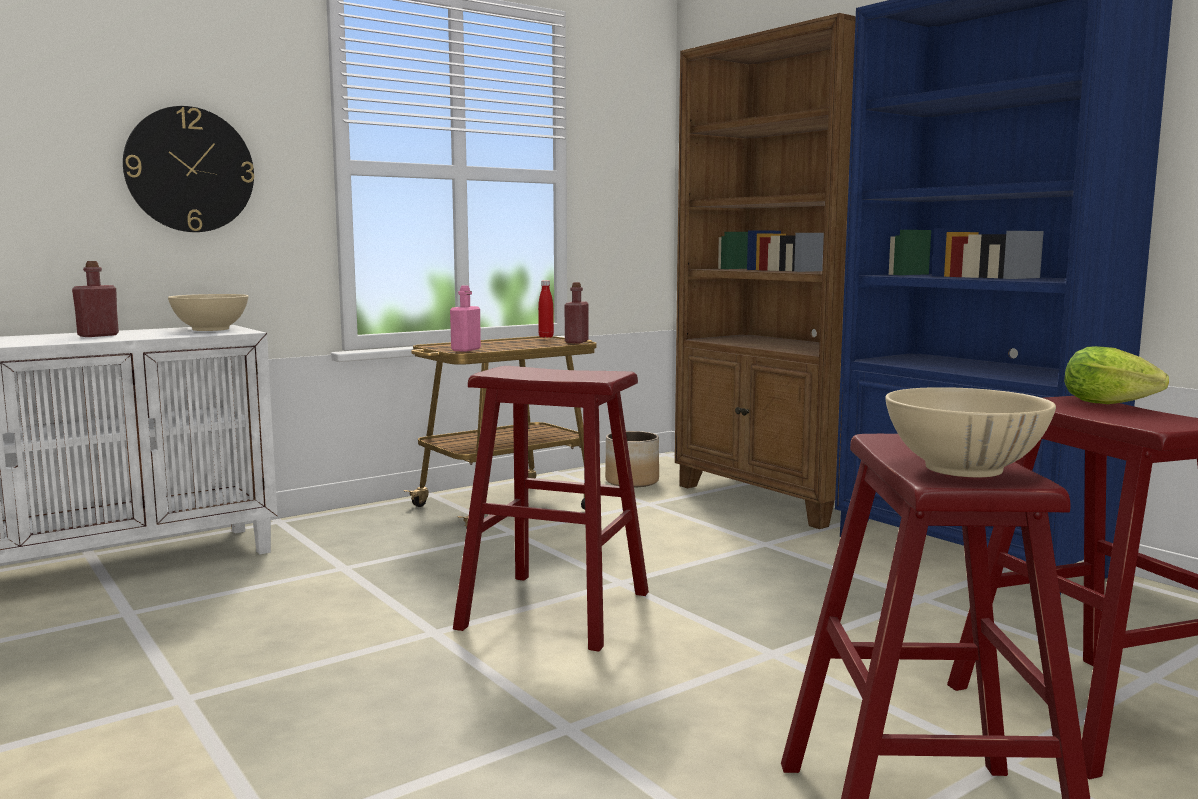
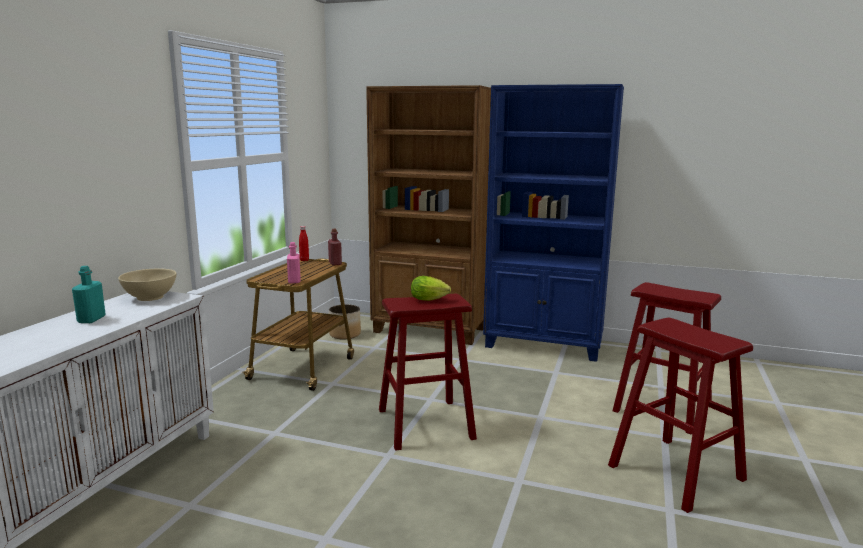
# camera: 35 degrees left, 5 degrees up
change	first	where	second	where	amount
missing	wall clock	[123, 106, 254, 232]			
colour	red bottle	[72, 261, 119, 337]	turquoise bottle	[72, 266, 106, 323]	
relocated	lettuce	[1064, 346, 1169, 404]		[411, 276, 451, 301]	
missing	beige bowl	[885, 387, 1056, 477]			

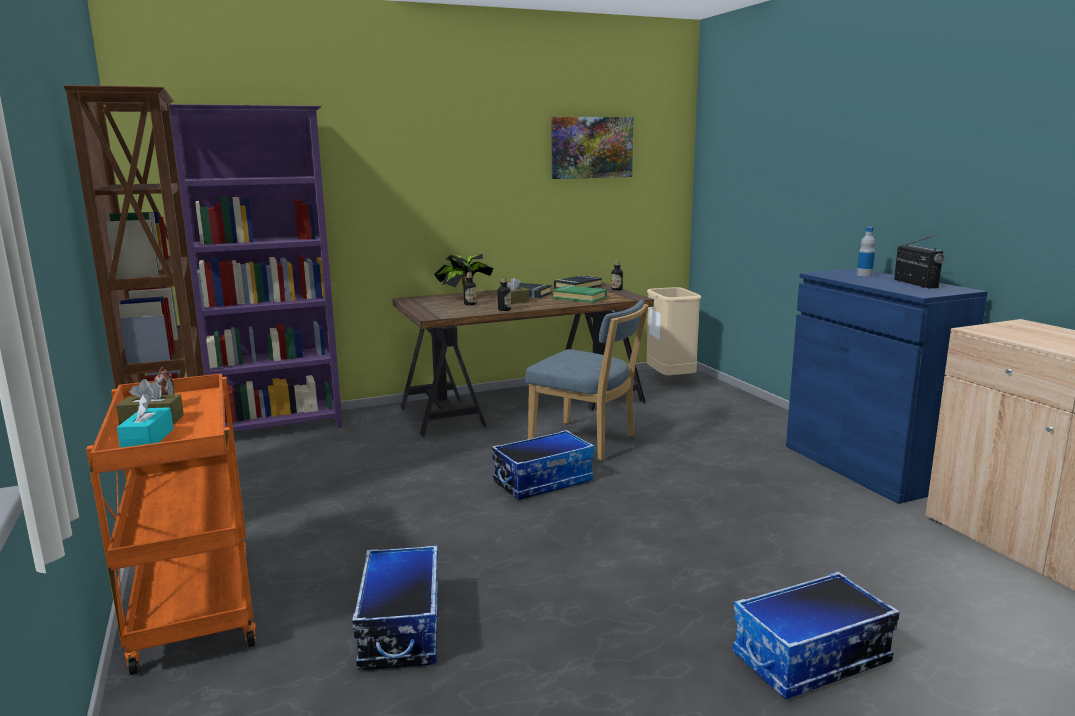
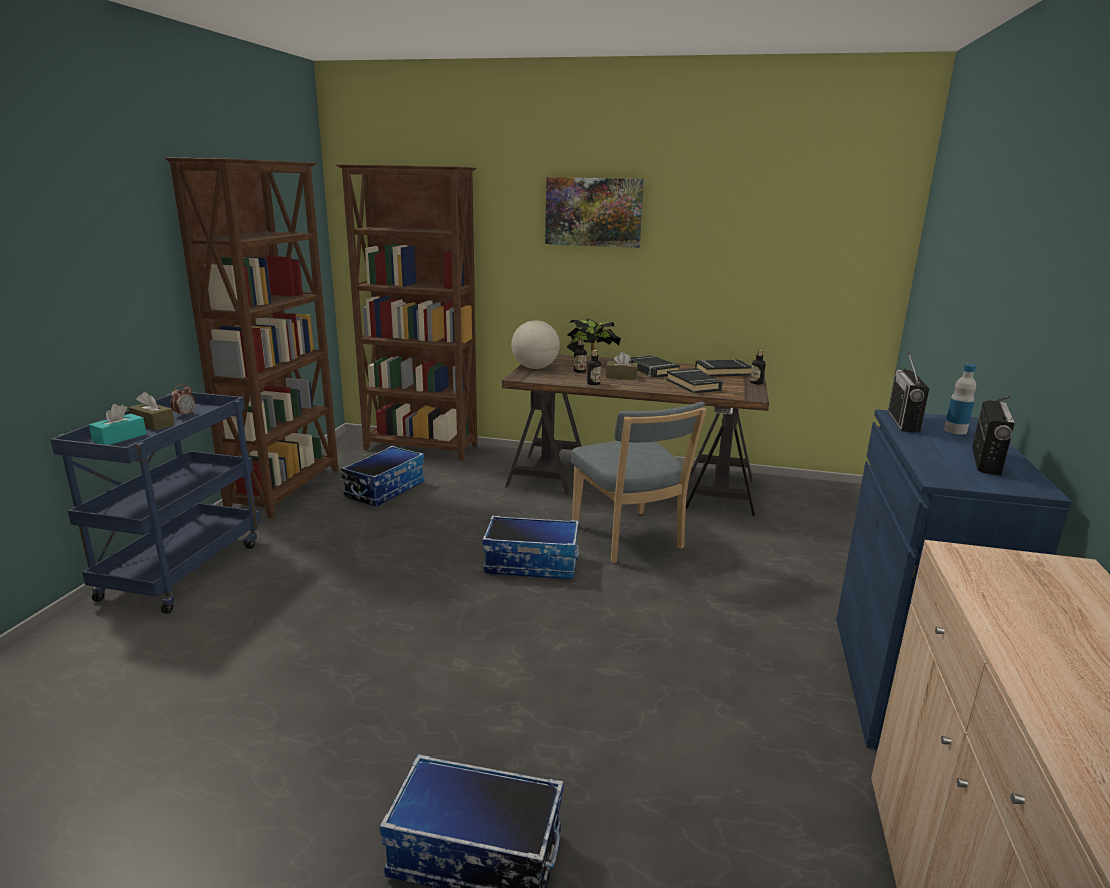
# camera: 35 degrees right, 5 degrees up
change	first	where	second	where	amount
colour	purple bookcase	[169, 104, 343, 432]	brown bookcase	[336, 164, 477, 461]	
relocated	picture	[551, 117, 634, 179]		[545, 177, 644, 248]	
colour	green book	[552, 285, 607, 303]	black book	[666, 369, 723, 393]	
missing	beige trash can	[646, 287, 701, 375]			
colour	orange cart	[86, 374, 256, 675]	blue cart	[50, 391, 261, 614]	
relocated	storage box	[352, 545, 438, 670]		[341, 446, 424, 507]	
appeared			globe	[511, 320, 560, 369]	
appeared			radio	[888, 352, 930, 433]	

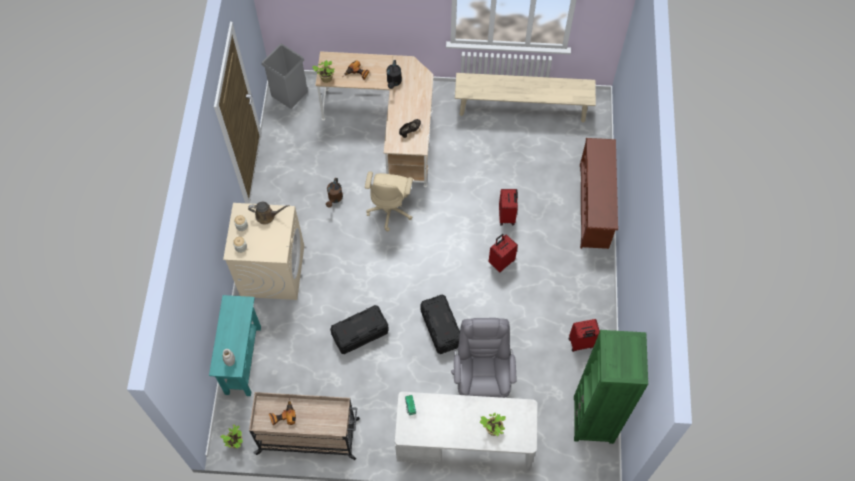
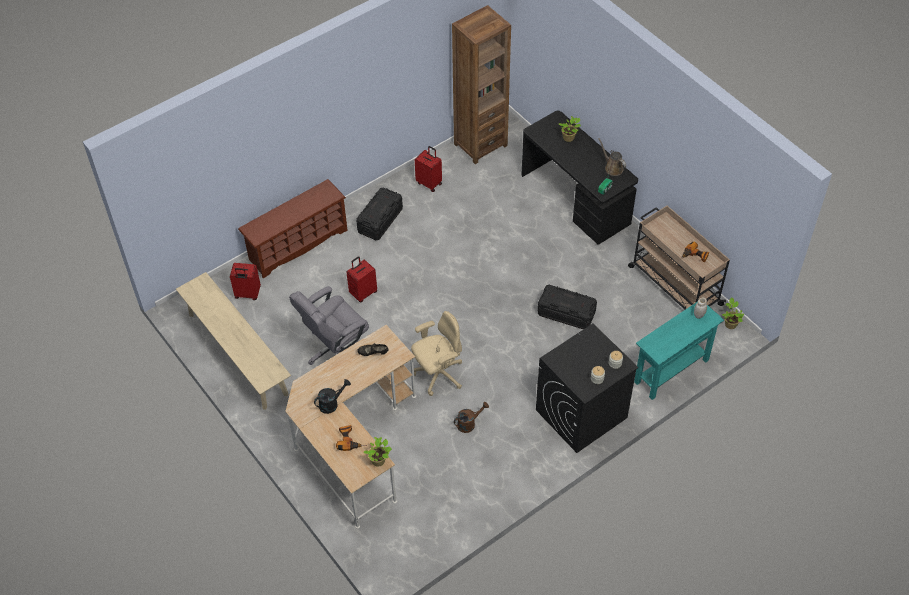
# camera: 130 degrees left, 10 degrees down
change	first	where	second	where	amount
missing	grey trash can	[262, 43, 308, 109]			
relocated	brown watering can	[248, 202, 290, 225]		[598, 138, 626, 176]	
colour	beige washing machine	[223, 203, 304, 300]	black washing machine	[536, 324, 638, 453]	
relocated	red suitcase	[488, 234, 518, 272]		[230, 263, 261, 300]	
relocated	black storage box	[420, 295, 460, 354]		[356, 188, 403, 240]	
relocated	grey office chair	[451, 318, 517, 398]		[289, 286, 369, 365]	
colour	green bookcase	[574, 330, 648, 444]	brown bookcase	[452, 5, 511, 164]	
colour	white desk	[395, 392, 538, 473]	black desk	[521, 111, 638, 244]	

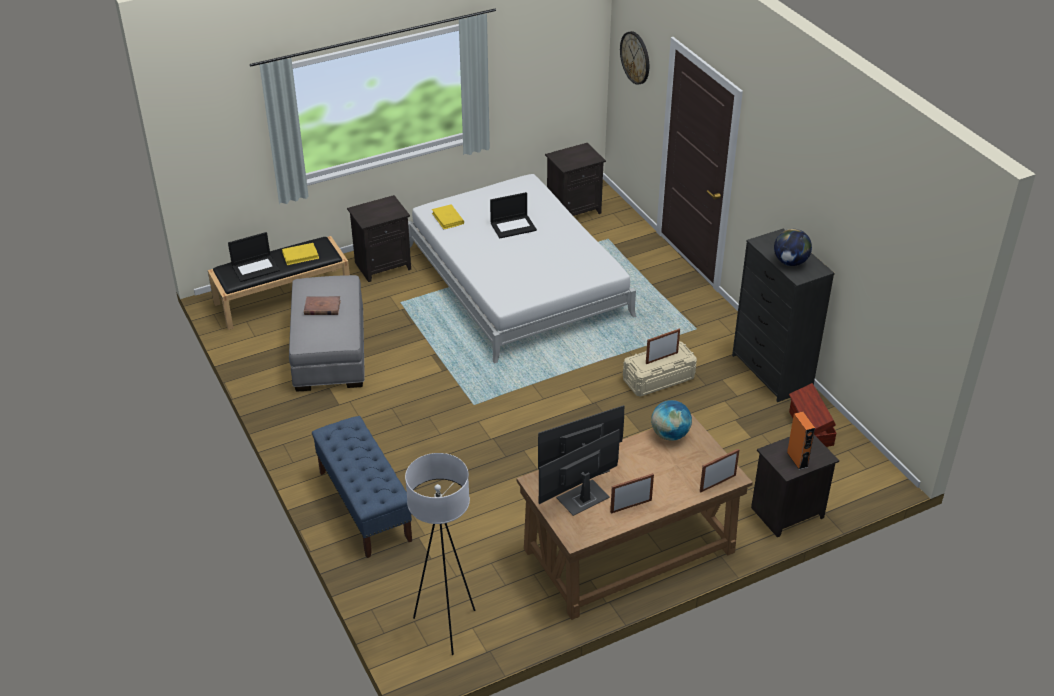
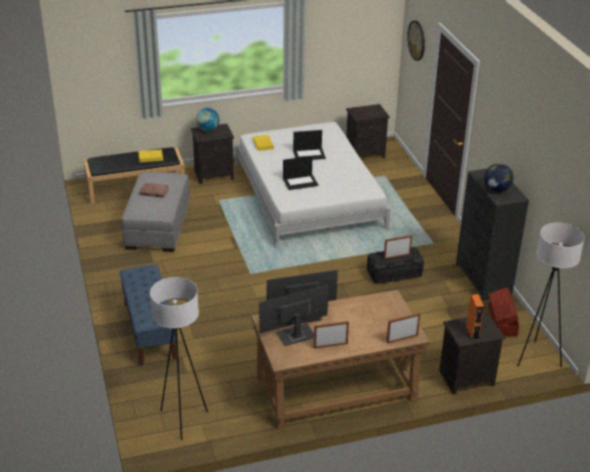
# camera: 10 degrees right, 5 degrees down
change	first	where	second	where	amount
relocated	laptop	[228, 232, 280, 282]		[283, 156, 318, 190]	
colour	beige storage box	[623, 341, 697, 397]	black storage box	[367, 247, 424, 284]	
relocated	globe	[651, 400, 692, 441]		[196, 108, 219, 132]	
appeared			white floor lamp	[518, 222, 585, 367]	

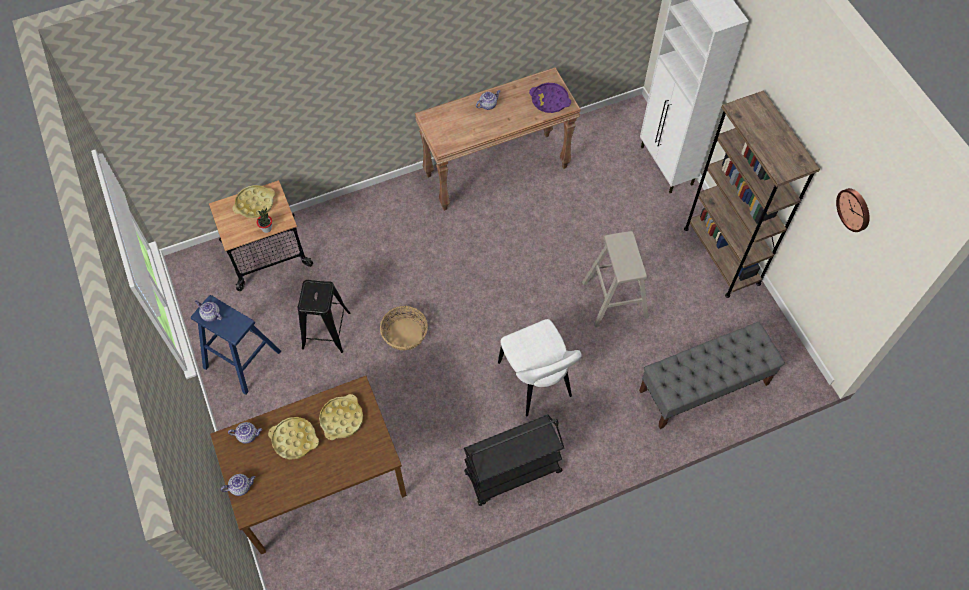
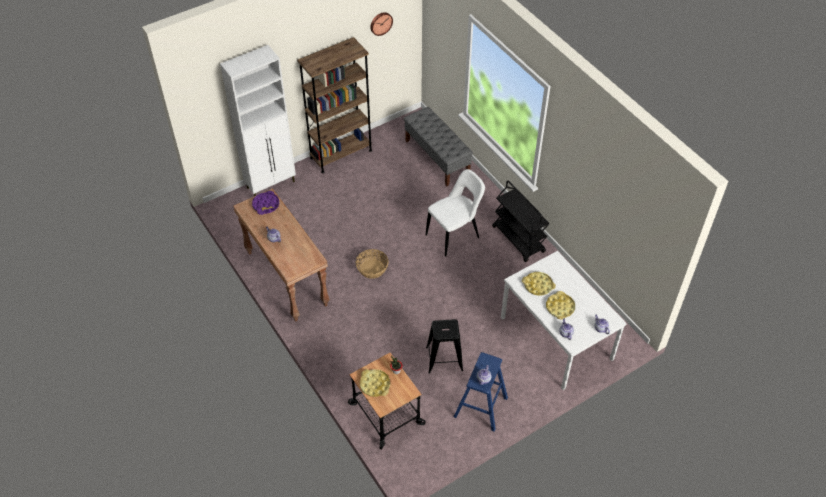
# camera: 100 degrees left, 10 degrees down
change	first	where	second	where	amount
missing	beige stool	[582, 231, 649, 327]			
relocated	basket	[380, 306, 428, 351]		[356, 249, 389, 279]	
colour	brown dining table	[210, 376, 407, 554]	white dining table	[501, 251, 627, 390]	

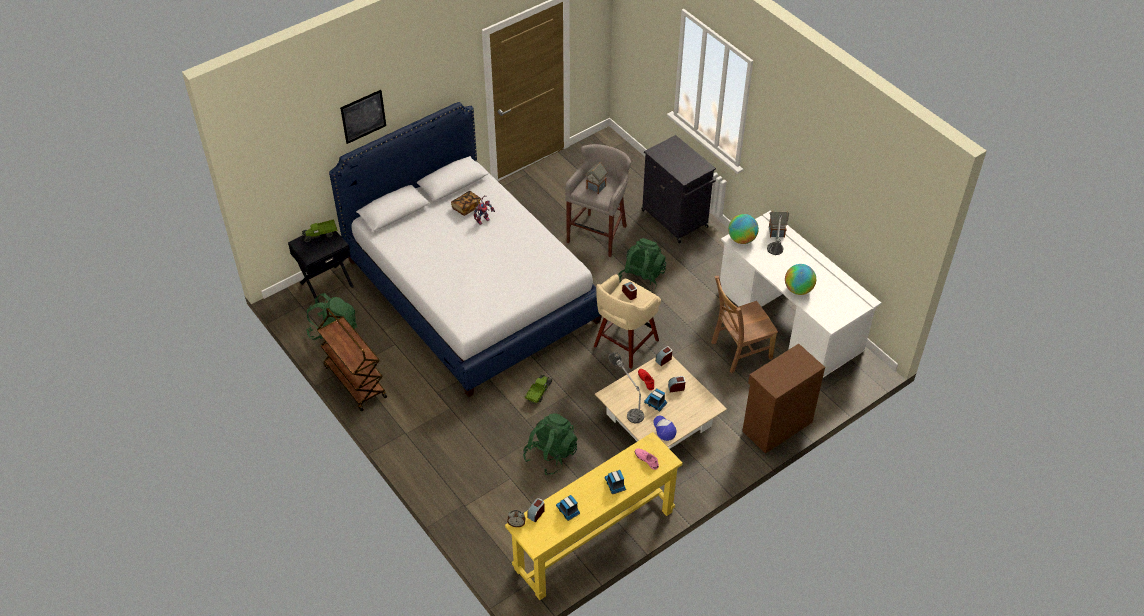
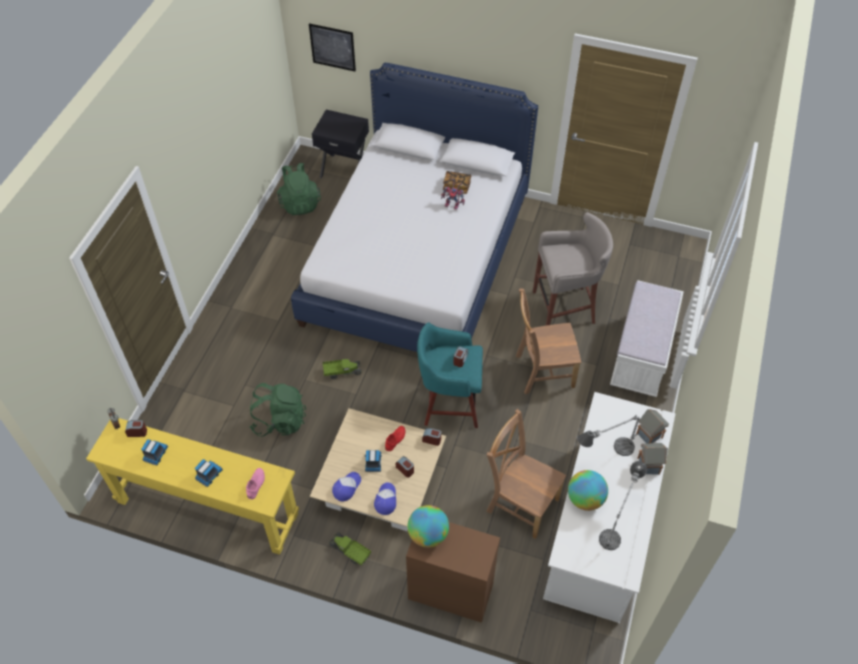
# camera: 55 degrees right, 5 degrees up
change	first	where	second	where	amount
relocated	picture	[340, 90, 386, 144]		[309, 23, 356, 71]	
exchanged	black cabinet	[641, 135, 716, 243]	white bench	[610, 280, 684, 397]	
relocated	toy house	[585, 162, 608, 194]		[637, 443, 668, 475]	
relocated	globe	[728, 214, 759, 244]		[407, 505, 449, 548]	
relocated	toy truck	[302, 219, 337, 242]		[329, 532, 371, 565]	
exchanged	green backpack	[618, 238, 666, 291]	brown chair	[516, 288, 581, 394]	
colour	beige stool	[594, 274, 661, 369]	turquoise stool	[417, 322, 483, 428]	
missing	brown cart	[317, 308, 387, 412]			
relocated	table lamp	[609, 352, 644, 423]		[599, 461, 647, 550]	
appeared			cap	[374, 482, 396, 515]	

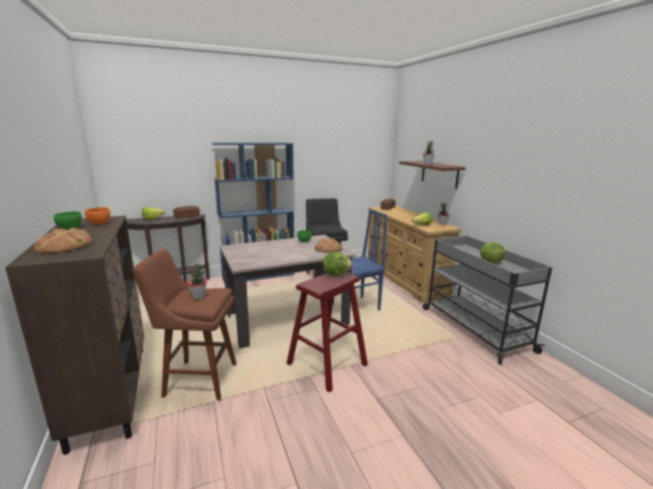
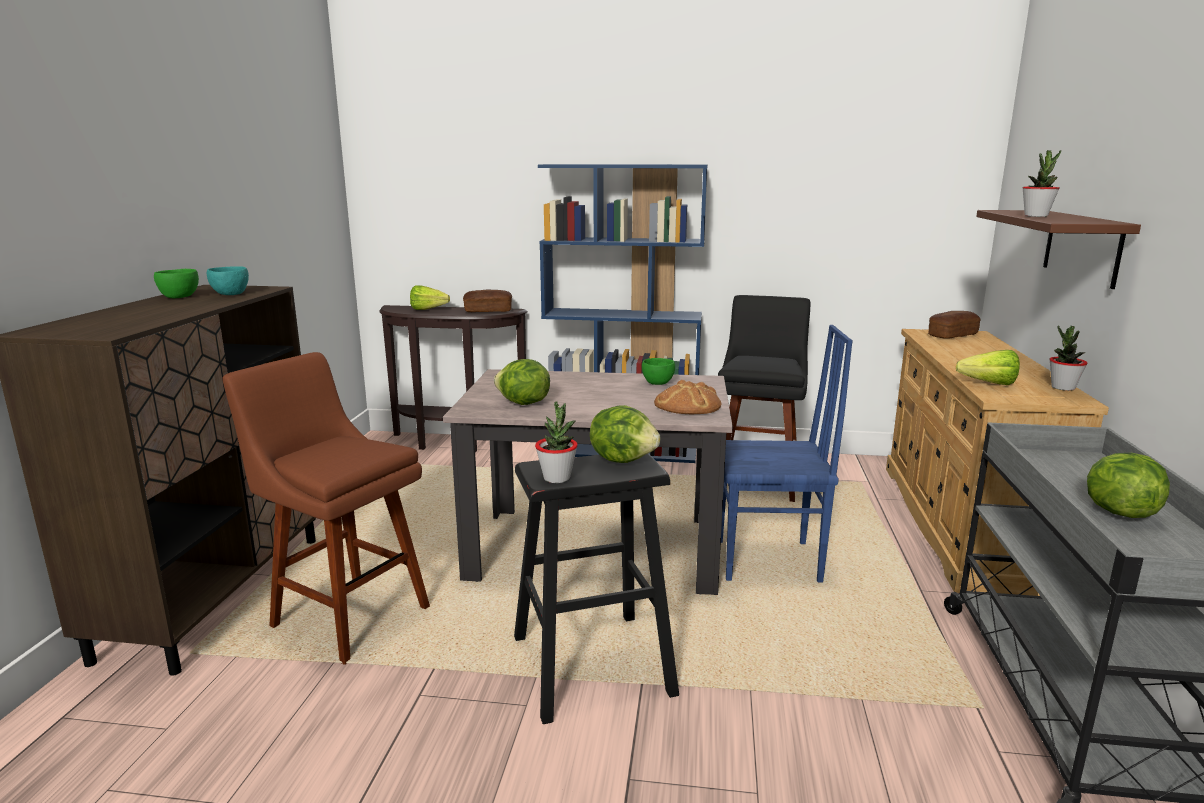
# camera: 30 degrees right, 0 degrees up
change	first	where	second	where	amount
colour	orange bowl	[85, 207, 110, 224]	turquoise bowl	[207, 266, 249, 295]	
missing	bread	[34, 227, 92, 253]			
relocated	potted plant	[187, 263, 207, 299]		[535, 401, 578, 483]	
colour	red stool	[286, 272, 368, 392]	black stool	[514, 453, 679, 724]	
appeared			lettuce	[494, 359, 550, 405]	

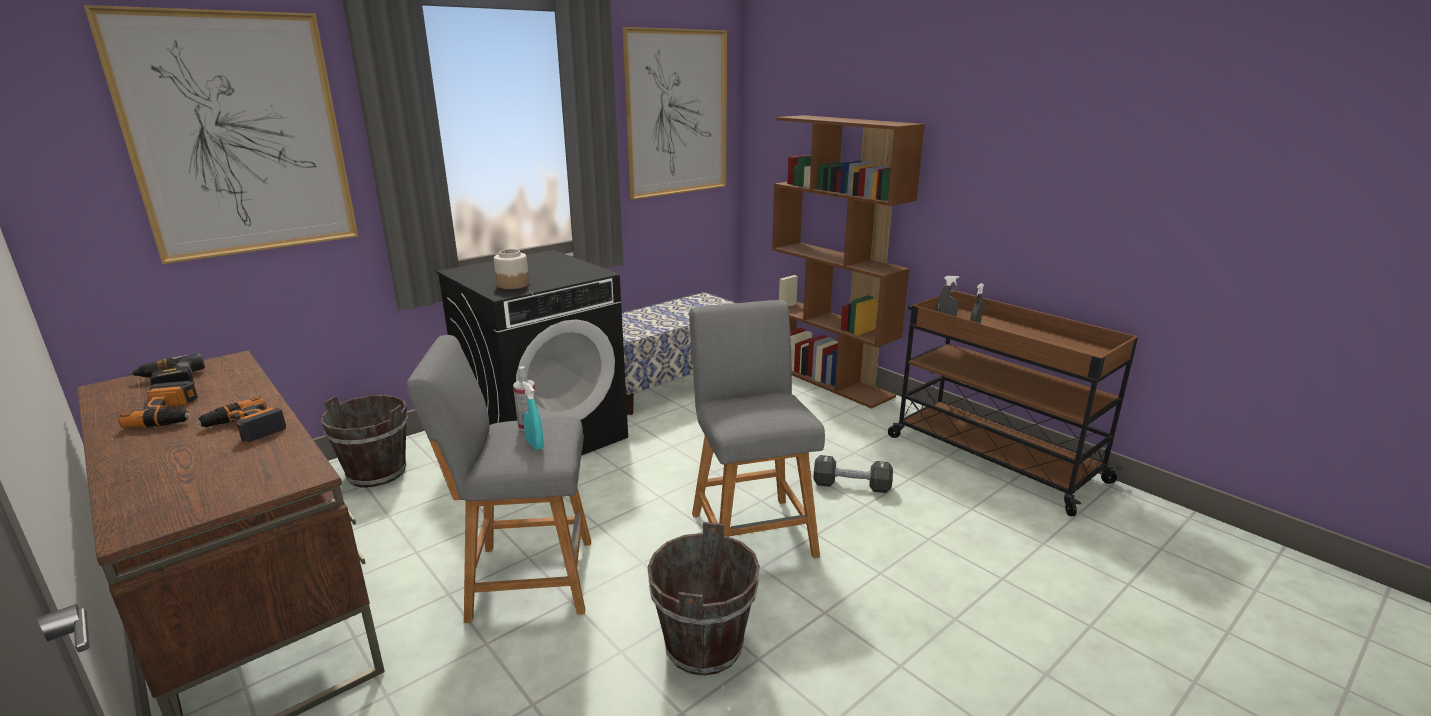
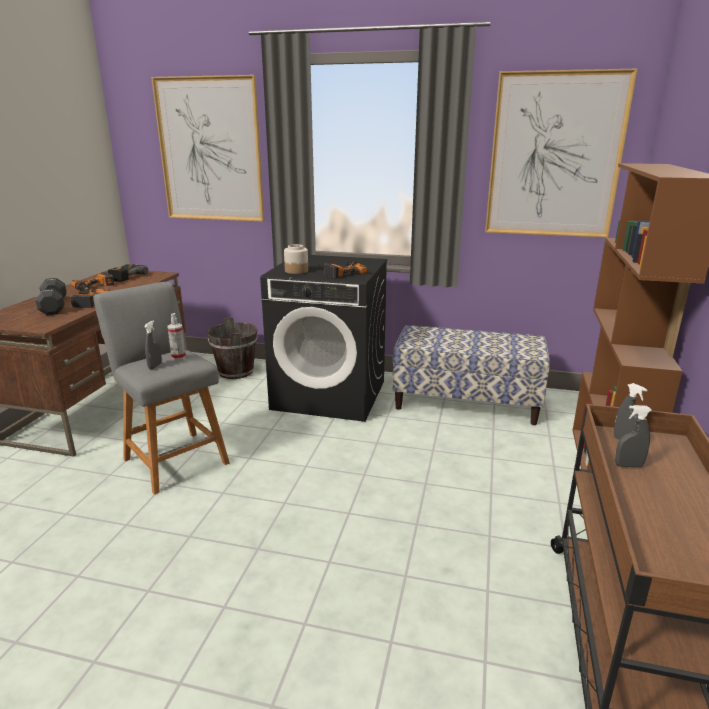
# camera: 55 degrees right, 0 degrees up
change	first	where	second	where	amount
missing	grey stool	[689, 300, 825, 558]			
colour	turquoise spray bottle	[522, 381, 544, 450]	grey spray bottle	[144, 321, 162, 370]	
relocated	black dumbbell	[813, 455, 893, 493]		[35, 278, 67, 315]	
missing	brown bucket	[647, 522, 760, 676]			
appeared			power drill	[324, 261, 367, 279]	

